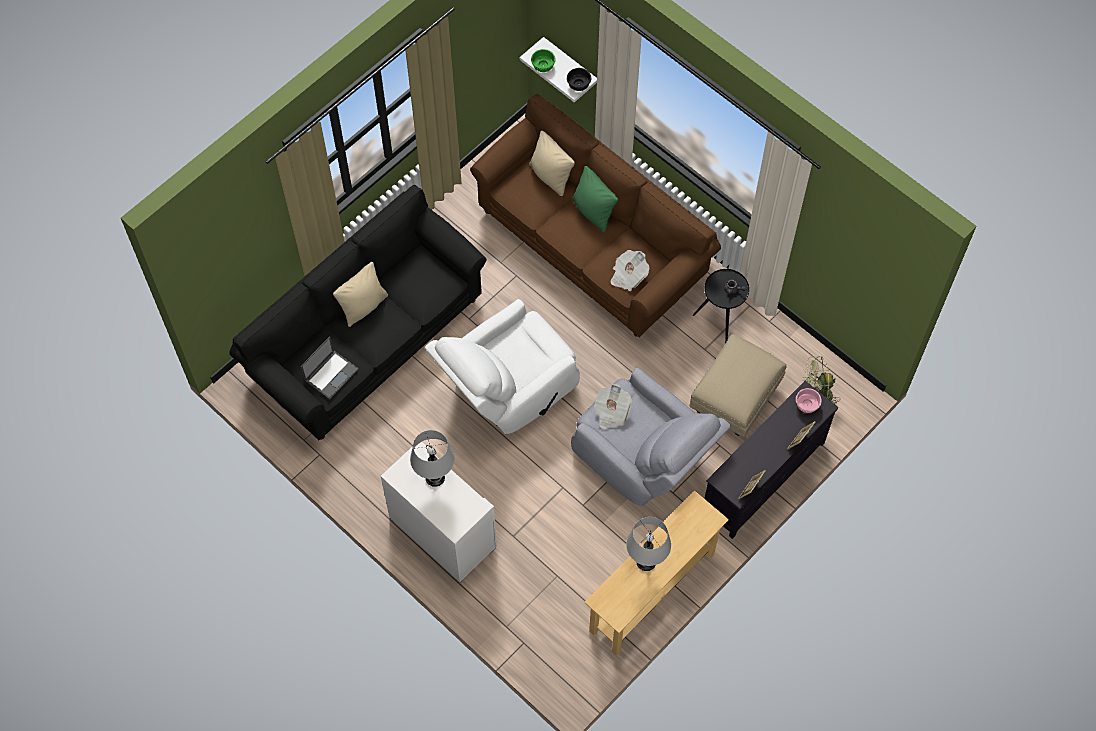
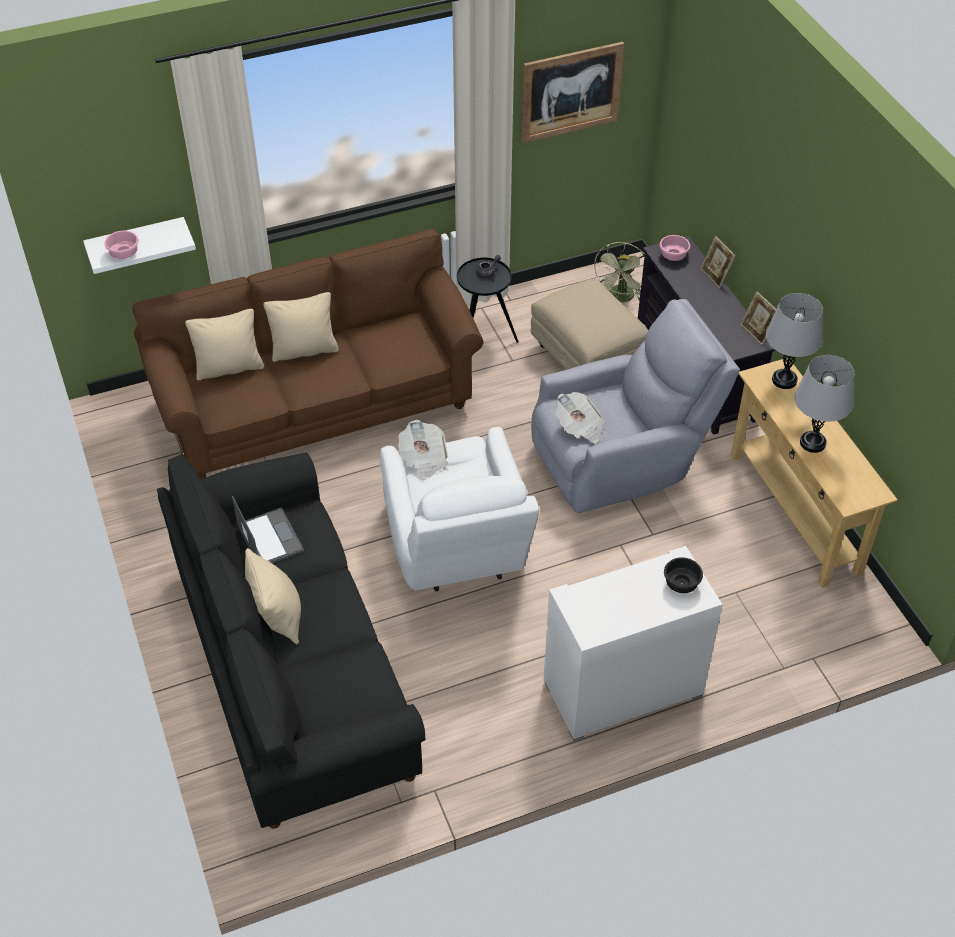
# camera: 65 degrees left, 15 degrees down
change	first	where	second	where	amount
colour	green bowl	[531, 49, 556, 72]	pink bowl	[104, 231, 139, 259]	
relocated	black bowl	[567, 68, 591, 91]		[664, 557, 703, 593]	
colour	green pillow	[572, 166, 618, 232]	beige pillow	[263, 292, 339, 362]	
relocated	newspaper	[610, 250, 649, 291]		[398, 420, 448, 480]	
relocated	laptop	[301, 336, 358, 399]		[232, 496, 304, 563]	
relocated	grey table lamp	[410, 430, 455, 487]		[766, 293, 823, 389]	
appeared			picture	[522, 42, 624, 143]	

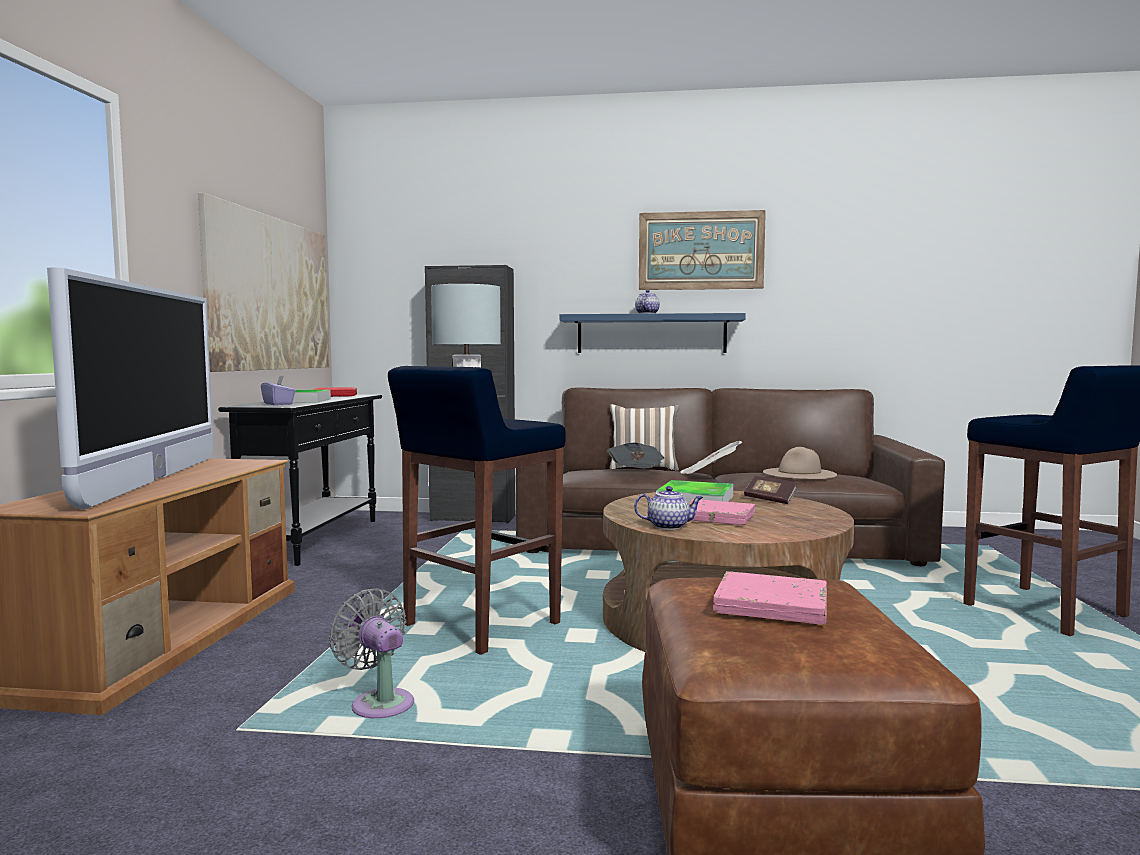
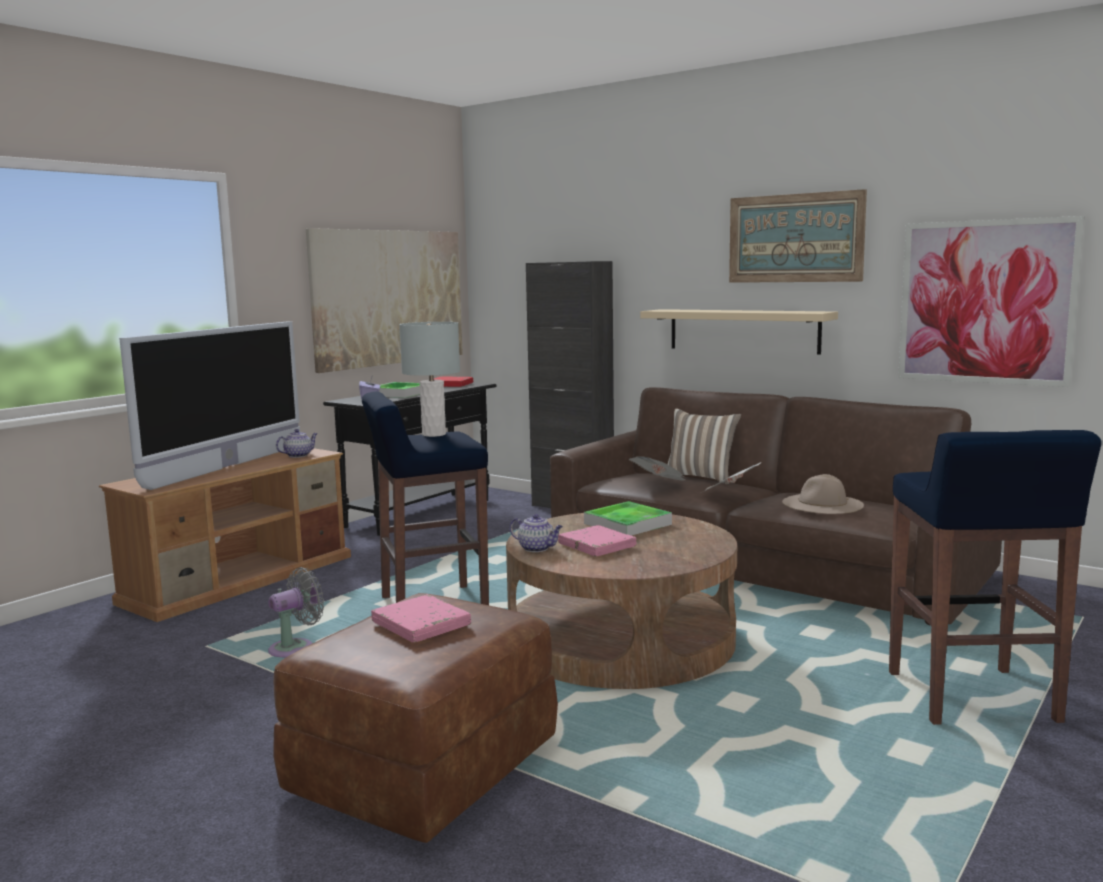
# camera: 30 degrees right, 5 degrees up
change	first	where	second	where	amount
relocated	teapot	[635, 290, 660, 314]		[276, 429, 318, 458]	
colour	blue shelf	[560, 313, 746, 353]	beige shelf	[640, 309, 838, 355]	
missing	book	[744, 476, 797, 504]			
spun	grey fan	[329, 589, 414, 718]		[268, 567, 324, 657]	60 degrees clockwise
appeared			picture	[898, 216, 1084, 387]	

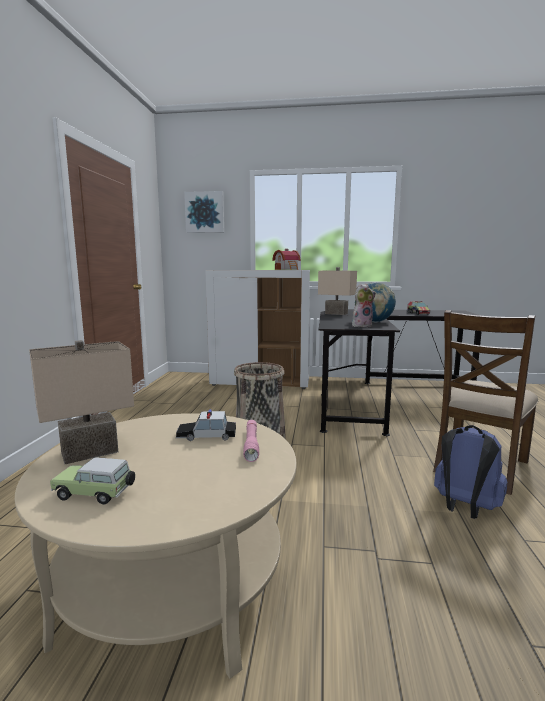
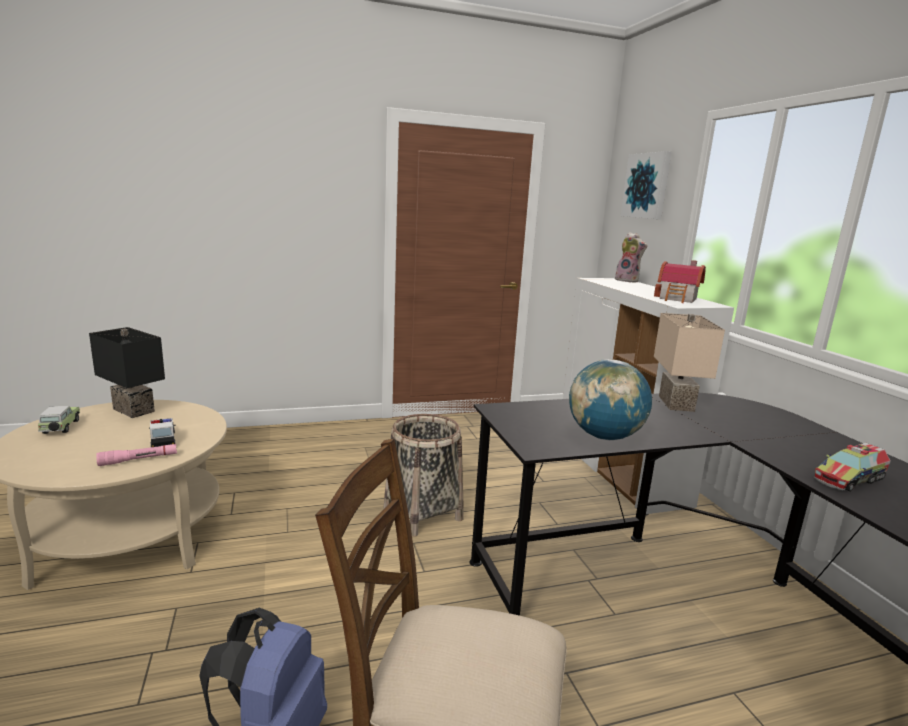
# camera: 65 degrees right, 5 degrees up
change	first	where	second	where	amount
relocated	plush toy	[352, 284, 376, 327]		[615, 232, 648, 283]	
colour	beige table lamp	[29, 340, 134, 464]	black table lamp	[89, 327, 165, 418]	

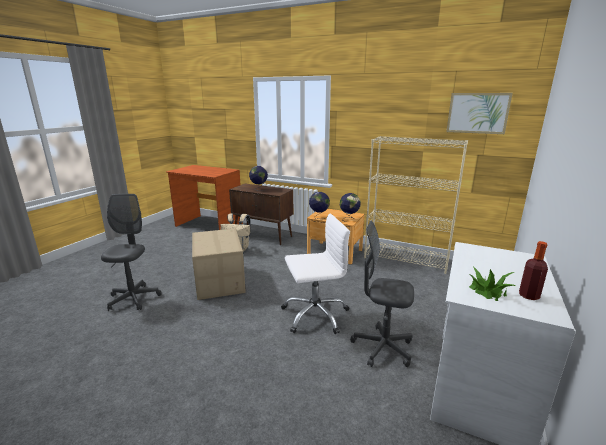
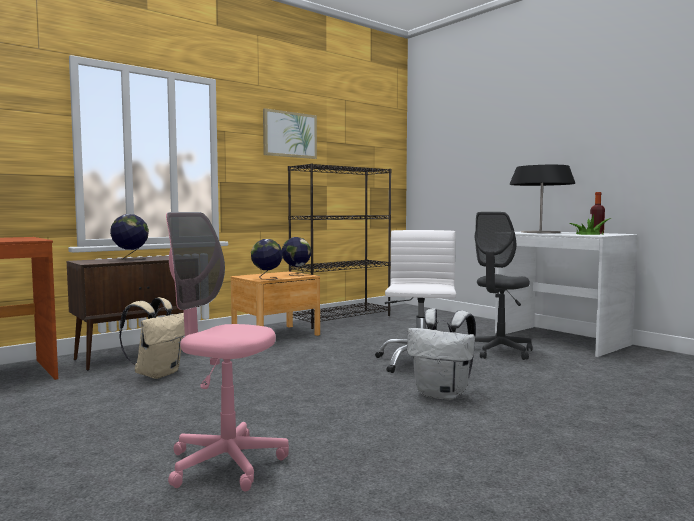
# camera: 65 degrees left, 15 degrees down
change	first	where	second	where	amount
relocated	picture	[446, 93, 513, 134]		[263, 108, 317, 159]	
colour	beige bookcase	[364, 136, 468, 274]	black bookcase	[288, 163, 391, 329]	
colour	grey office chair	[101, 194, 162, 311]	pink office chair	[166, 212, 289, 491]	
missing	cardboard box	[192, 228, 246, 300]			
appeared			table lamp	[510, 165, 575, 233]	
appeared			white backpack	[407, 308, 476, 400]	

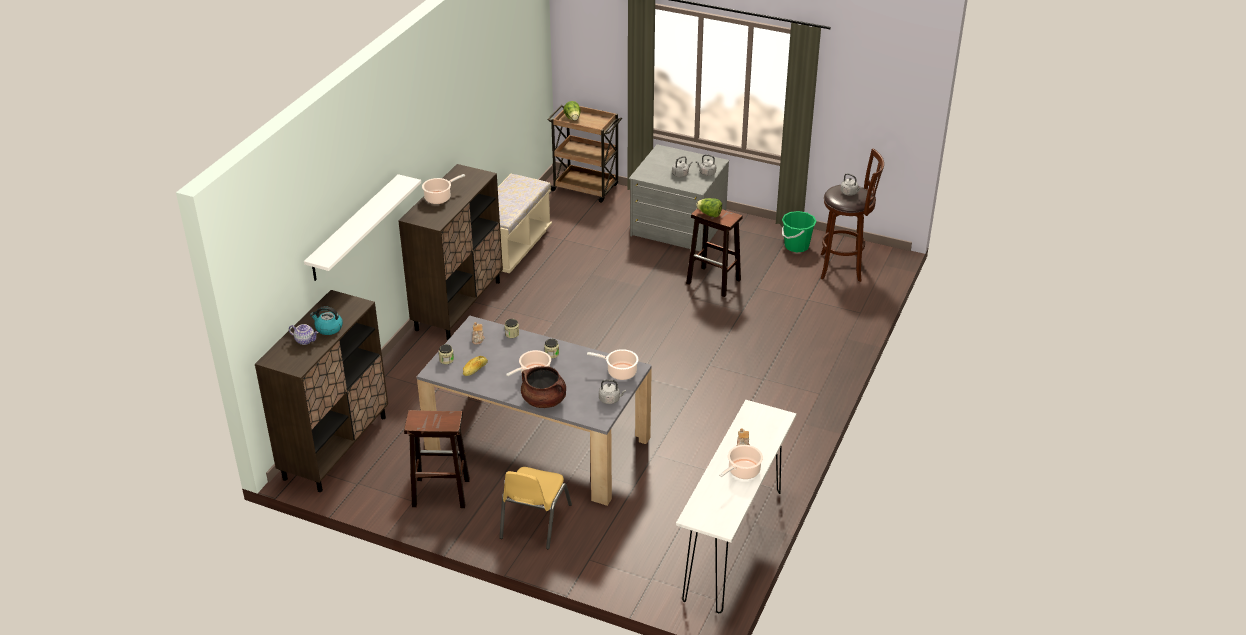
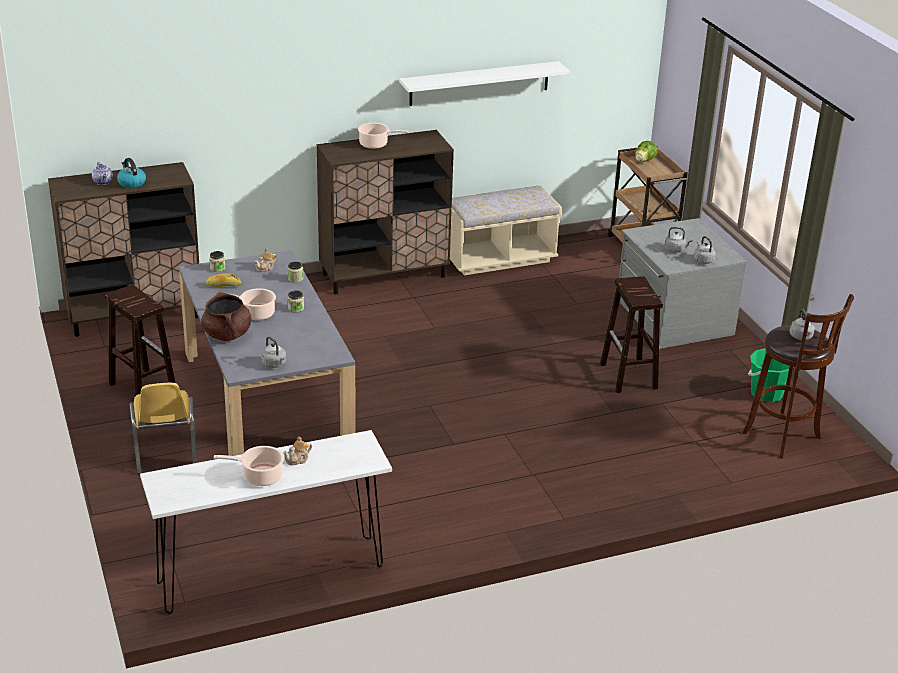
# camera: 45 degrees right, 5 degrees down
change	first	where	second	where	amount
relocated	white shelf	[304, 174, 421, 281]		[399, 61, 570, 106]	
missing	lettuce	[696, 198, 722, 217]			
missing	cooking pot	[587, 349, 638, 380]			
spun	yellow chair	[499, 467, 572, 549]		[129, 383, 197, 474]	75 degrees counterclockwise

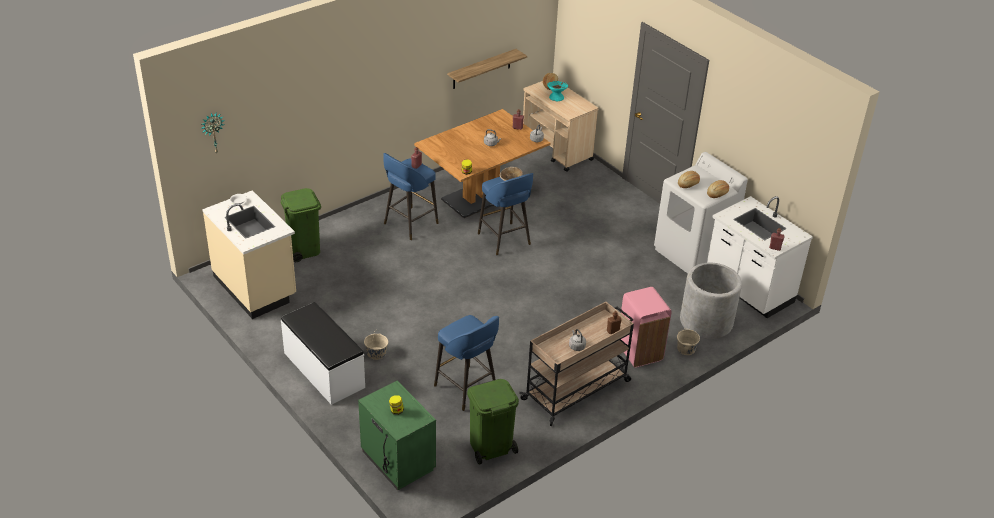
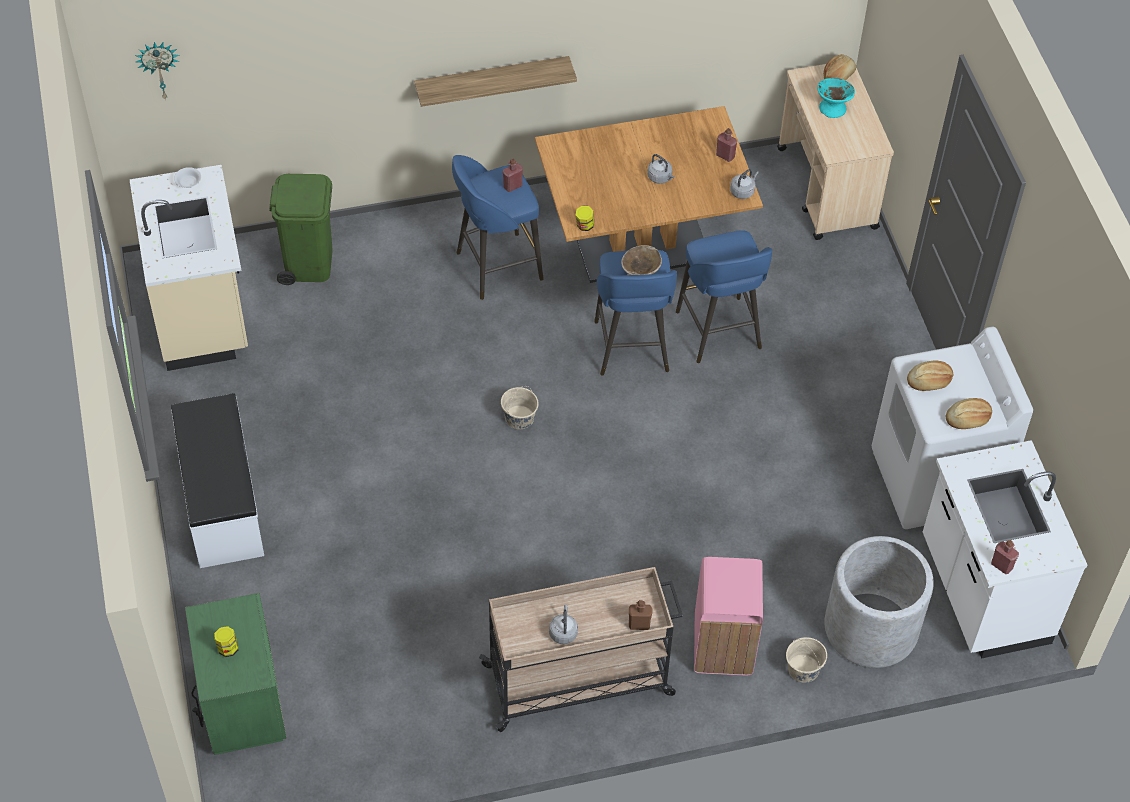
# camera: 25 degrees right, 15 degrees up
change	first	where	second	where	amount
relocated	shelf	[447, 49, 527, 89]		[414, 56, 577, 107]	
relocated	blue stool	[434, 315, 499, 411]		[676, 230, 772, 363]	
relocated	beige bucket	[364, 330, 388, 360]		[501, 386, 539, 429]	
missing	green trash can	[467, 379, 519, 465]			

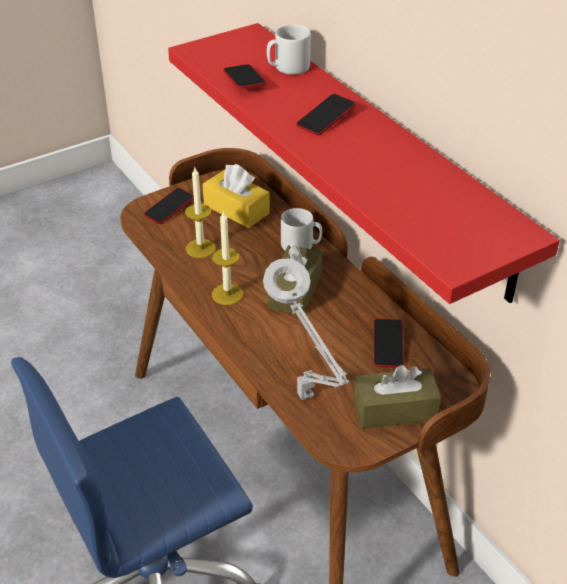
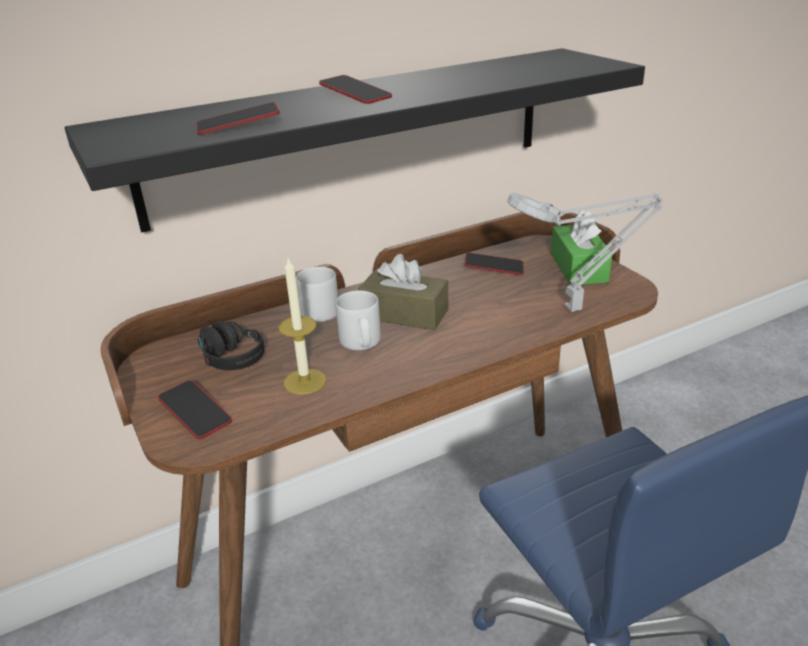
# camera: 85 degrees left, 10 degrees down
change	first	where	second	where	amount
colour	red shelf	[168, 23, 560, 304]	black shelf	[64, 48, 645, 233]	
relocated	grey mug	[267, 25, 311, 75]		[336, 290, 381, 350]	
exchanged	yellow tissue box	[203, 164, 270, 228]	black headphones	[198, 321, 264, 370]	
missing	candle	[212, 211, 243, 305]			
colour	brown tissue box	[354, 365, 441, 429]	green tissue box	[551, 210, 612, 285]	

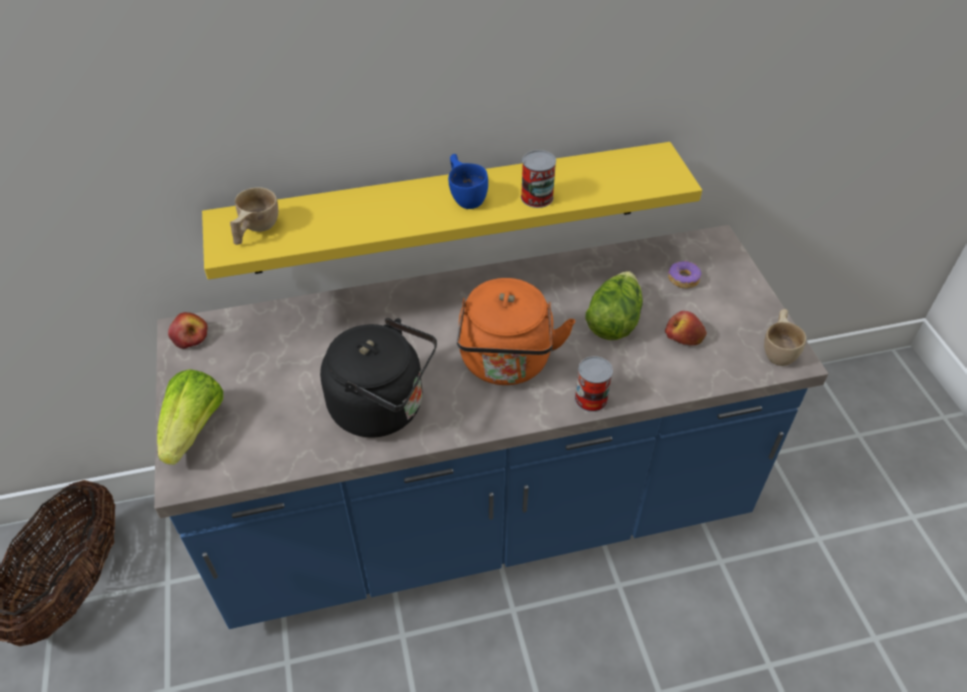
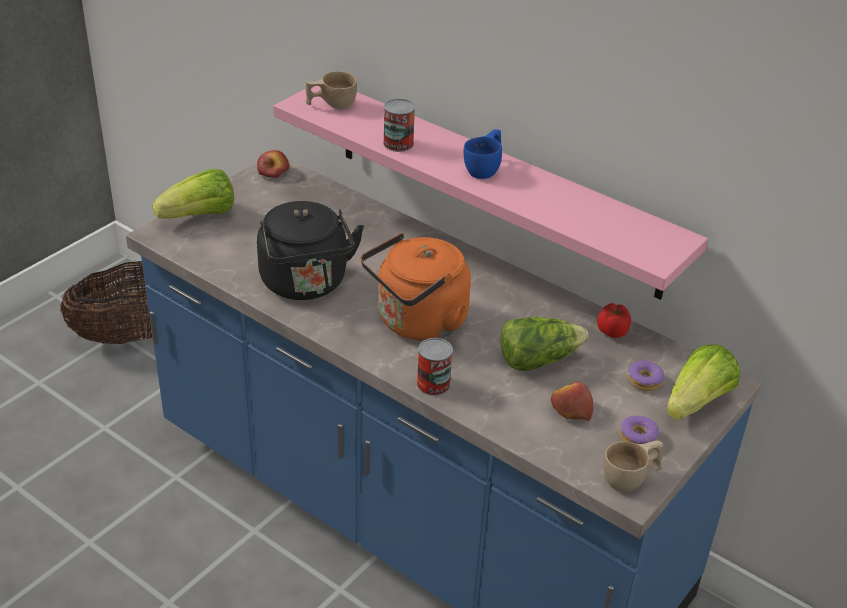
# camera: 50 degrees right, 10 degrees down
change	first	where	second	where	amount
colour	yellow shelf	[202, 142, 702, 279]	pink shelf	[273, 86, 708, 300]	
relocated	can	[521, 150, 556, 208]		[383, 99, 415, 152]	
appeared			tomato	[597, 303, 631, 338]	
appeared			lettuce	[666, 344, 740, 420]	
appeared			donut	[620, 416, 659, 444]	

